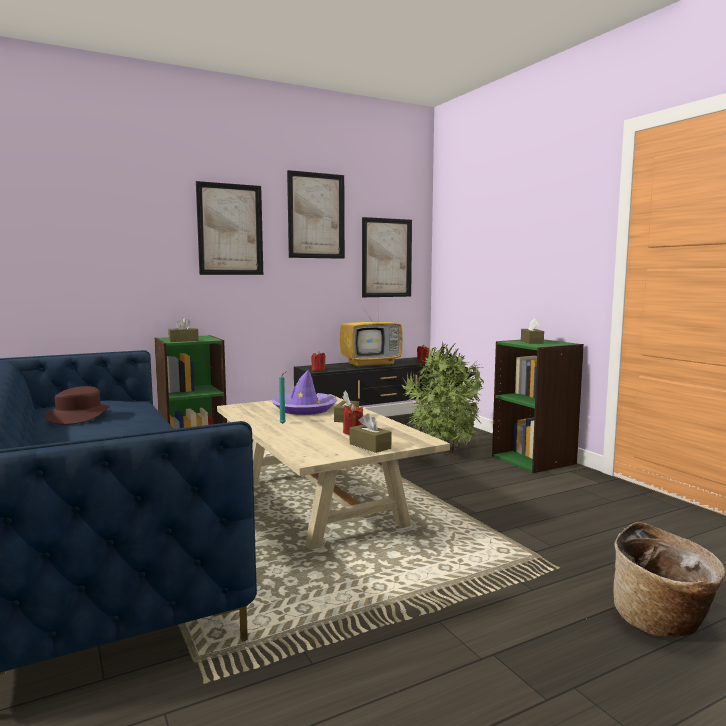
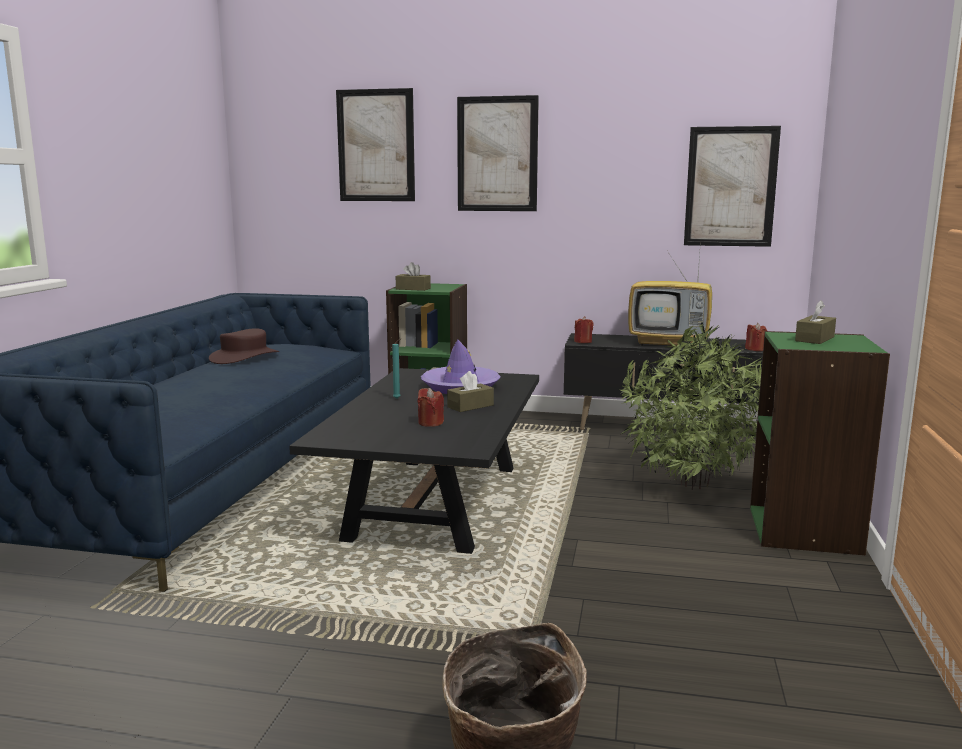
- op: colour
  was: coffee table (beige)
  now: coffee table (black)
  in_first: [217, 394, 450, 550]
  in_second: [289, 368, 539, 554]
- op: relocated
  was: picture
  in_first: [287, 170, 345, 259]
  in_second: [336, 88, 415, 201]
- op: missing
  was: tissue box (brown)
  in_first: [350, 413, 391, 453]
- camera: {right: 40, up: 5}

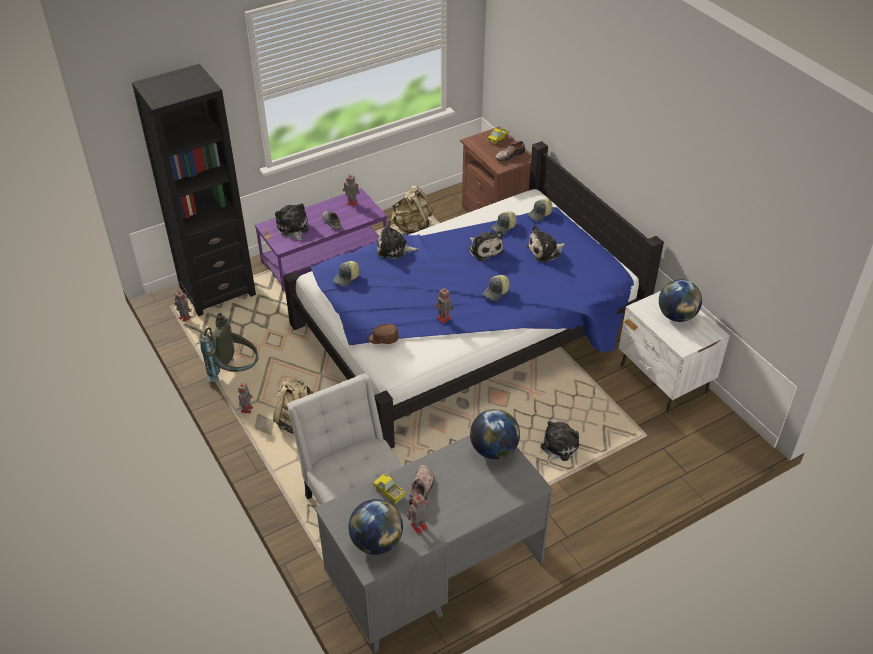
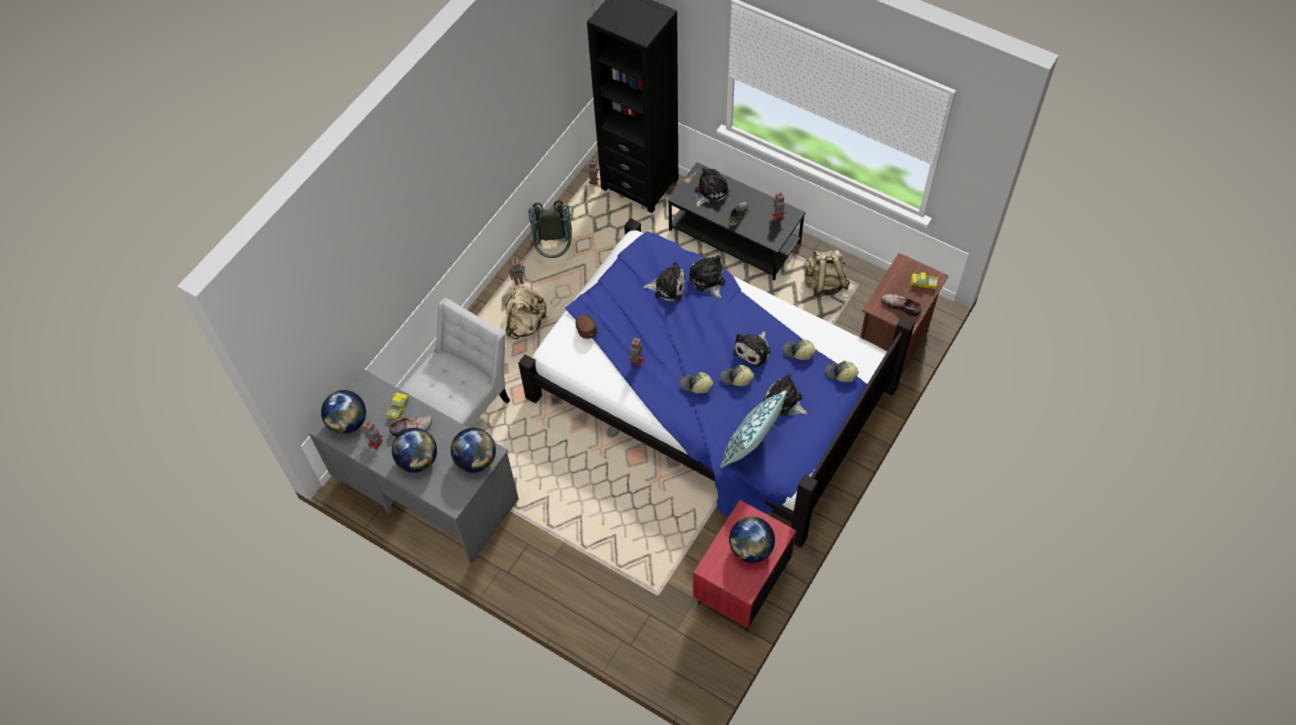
- op: colour
  was: coffee table (purple)
  now: coffee table (black)
  in_first: [255, 188, 387, 291]
  in_second: [668, 162, 806, 281]
- op: relocated
  was: cap
  in_first: [333, 261, 360, 286]
  in_second: [720, 365, 754, 386]
- op: relocated
  was: plush toy
  in_first: [541, 421, 579, 464]
  in_second: [643, 261, 686, 301]
- op: colour
  was: nightstand (white)
  now: nightstand (red)
  in_first: [619, 291, 730, 413]
  in_second: [693, 500, 796, 632]
- op: appeared
  now: globe
  in_second: [392, 428, 437, 473]
- op: appeared
  now: pillow
  in_second: [720, 390, 787, 468]
- camera: {right: 65, up: 15}

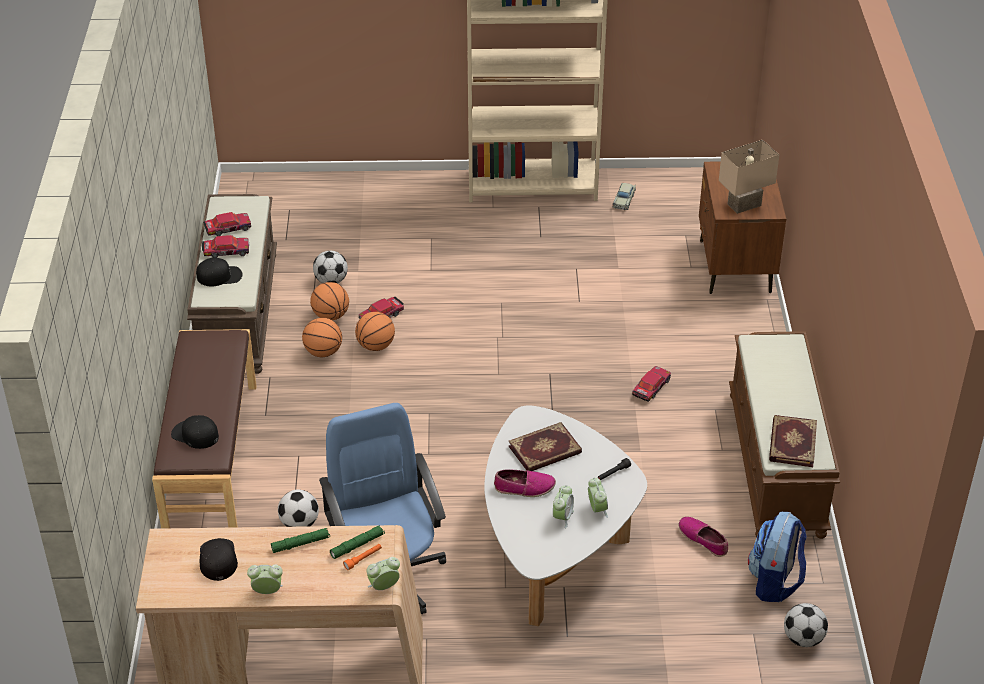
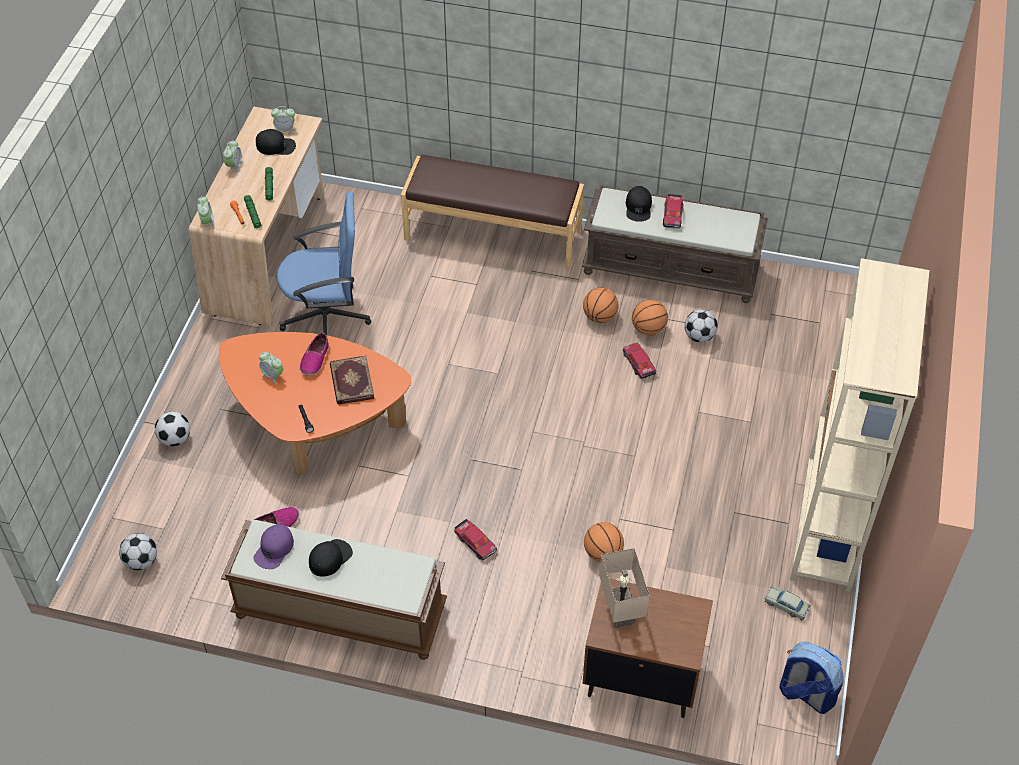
- op: relocated
  was: cap (black)
  in_first: [171, 415, 219, 449]
  in_second: [309, 539, 353, 577]
- op: missing
  was: toy car
  in_first: [203, 212, 251, 236]
- op: relocated
  was: football
  in_first: [278, 489, 319, 527]
  in_second: [155, 412, 190, 446]
- op: relocated
  was: basketball
  in_first: [355, 312, 395, 351]
  in_second: [584, 522, 624, 562]
- op: colour
  was: coffee table (white)
  now: coffee table (orange)
  in_first: [484, 405, 647, 626]
  in_second: [219, 332, 411, 474]
- op: relocated
  was: alarm clock
  in_first: [588, 478, 608, 518]
  in_second: [271, 106, 295, 134]
- op: relocated
  was: backpack
  in_first: [748, 512, 807, 602]
  in_second: [779, 642, 844, 714]
- op: exchanged
  was: book
  now: cap (purple)
  in_first: [769, 415, 817, 467]
  in_second: [253, 524, 294, 569]
- camera: {right: 105, up: 10}

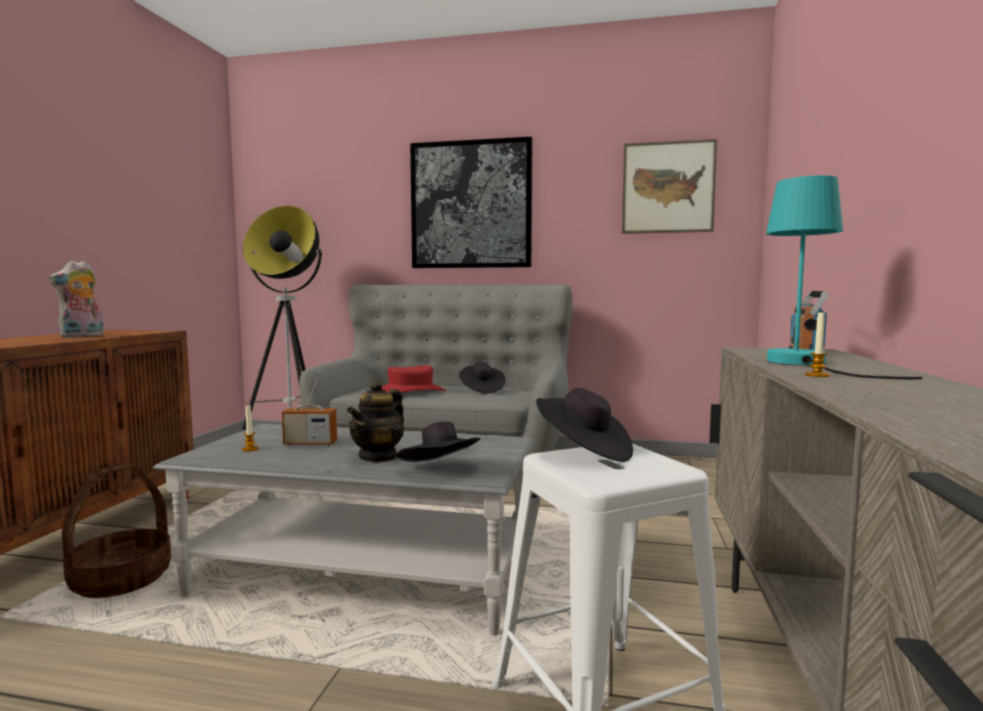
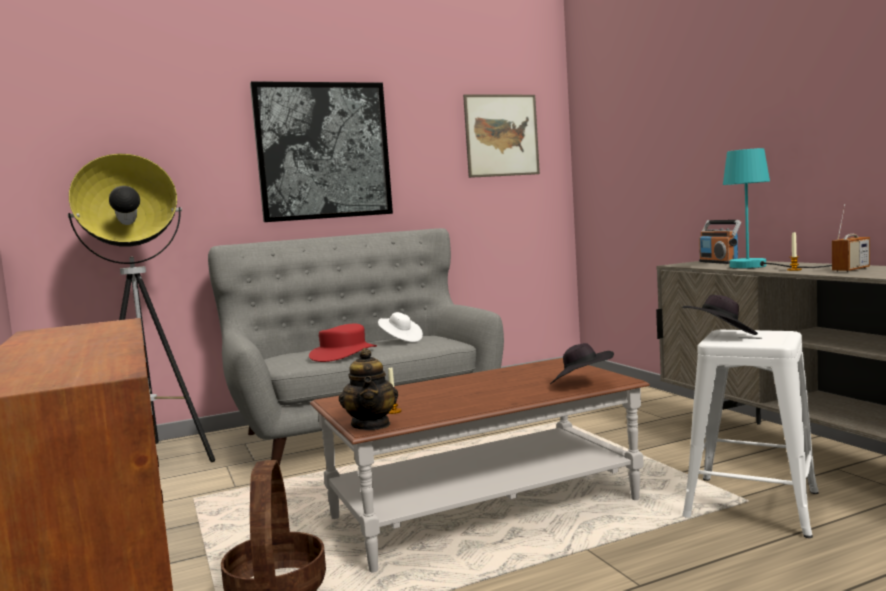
- op: missing
  was: plush toy
  in_first: [49, 261, 104, 338]
- op: colour
  was: coffee table (grey)
  now: coffee table (brown)
  in_first: [153, 424, 534, 636]
  in_second: [310, 358, 650, 572]
- op: relocated
  was: radio
  in_first: [282, 371, 337, 445]
  in_second: [832, 204, 870, 272]
- op: relocated
  was: teapot
  in_first: [347, 380, 404, 462]
  in_second: [339, 348, 398, 430]
- op: colour
  was: hat (black)
  now: hat (white)
  in_first: [459, 362, 506, 393]
  in_second: [378, 312, 423, 342]
- camera: {right: -35, up: 0}

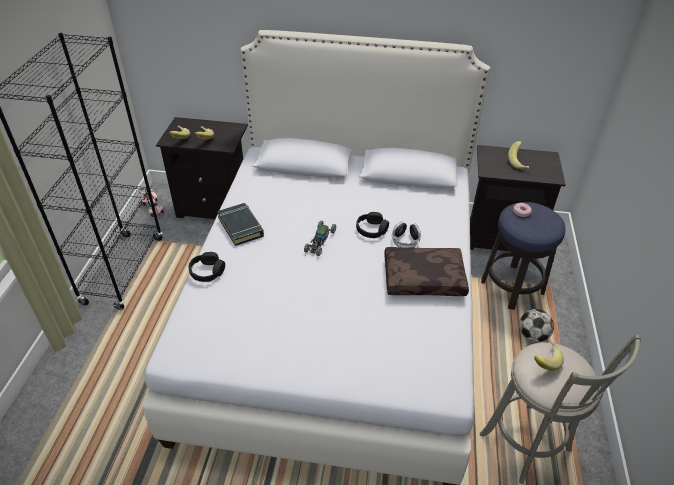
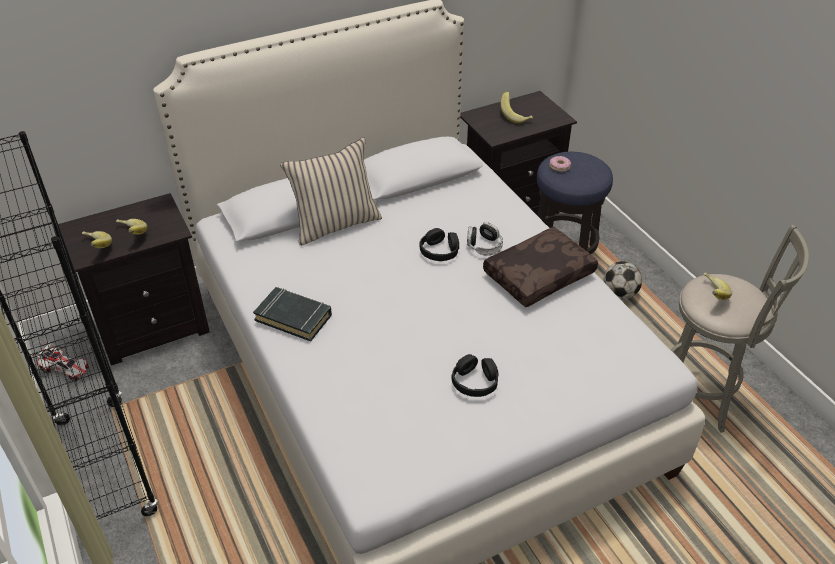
- op: relocated
  was: headphones (black)
  in_first: [188, 252, 225, 282]
  in_second: [451, 354, 498, 397]
- op: missing
  was: toy car
  in_first: [304, 221, 336, 256]
- op: appeared
  now: pillow (beige)
  in_second: [280, 138, 382, 246]
- camera: {right: -35, up: 0}

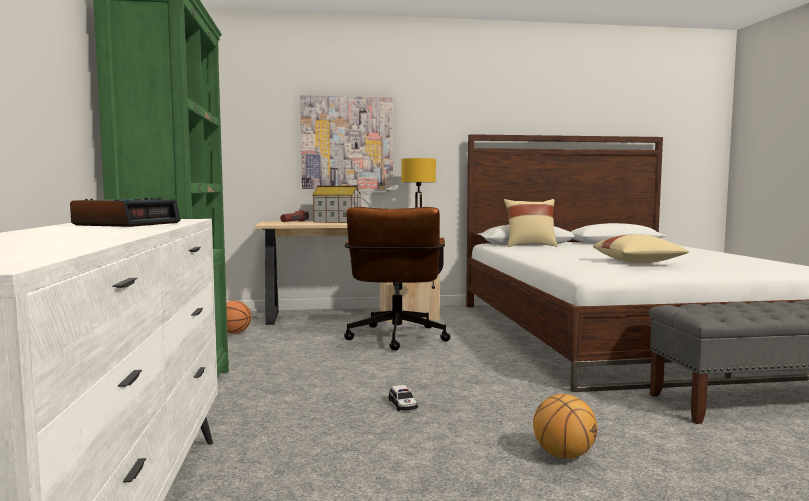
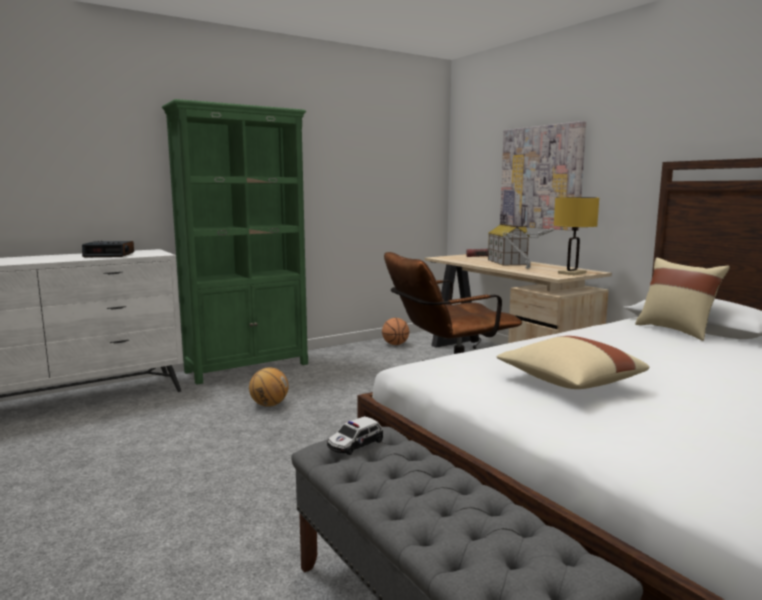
- op: relocated
  was: toy car
  in_first: [389, 385, 418, 411]
  in_second: [327, 416, 383, 455]
- op: relocated
  was: basketball
  in_first: [533, 394, 598, 459]
  in_second: [249, 368, 288, 407]
- camera: {right: 65, up: 5}

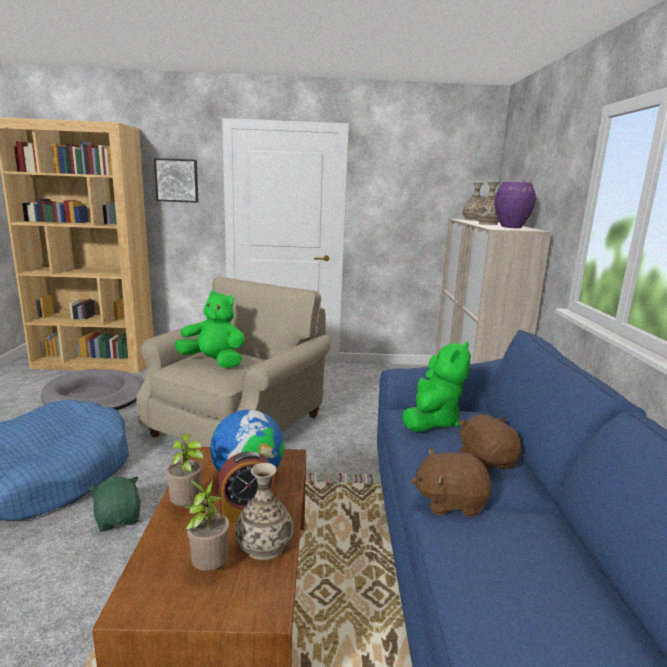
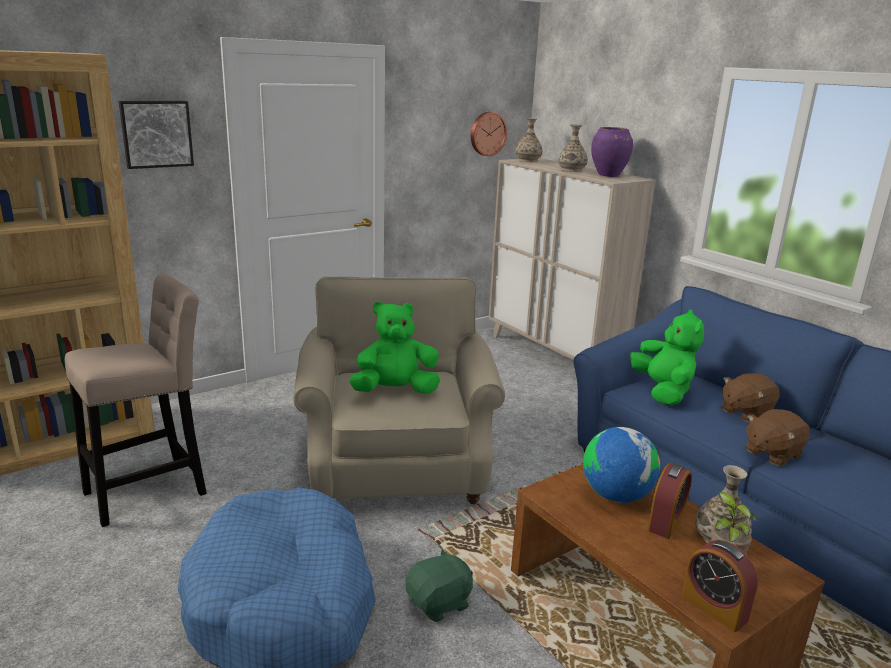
- op: exchanged
  was: dog bed (grey)
  now: stool (beige)
  in_first: [41, 369, 142, 410]
  in_second: [65, 273, 207, 527]
- op: spun
  was: plush toy (green)
  in_first: [89, 476, 141, 532]
  in_second: [406, 548, 473, 622]
  clockwise: 120
- op: missing
  was: potted plant
  in_first: [166, 434, 204, 513]
- op: spun
  was: plush toy (brown)
  in_first: [459, 414, 522, 470]
  in_second: [722, 373, 780, 423]
  clockwise: -75
- op: appeared
  now: wall clock
  in_second: [471, 112, 507, 156]
- op: appeared
  now: alarm clock
  in_second: [681, 540, 758, 632]
- camera: {right: -35, up: 5}

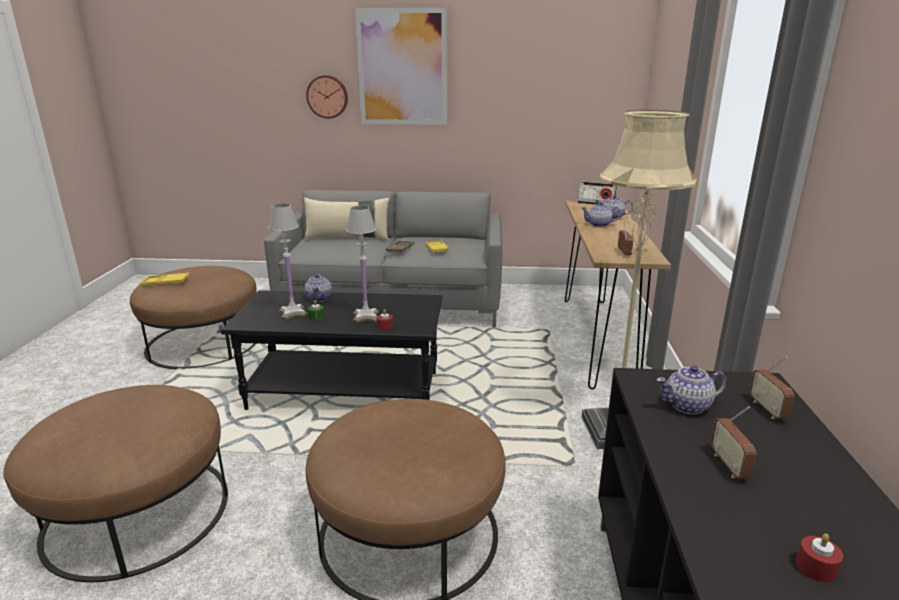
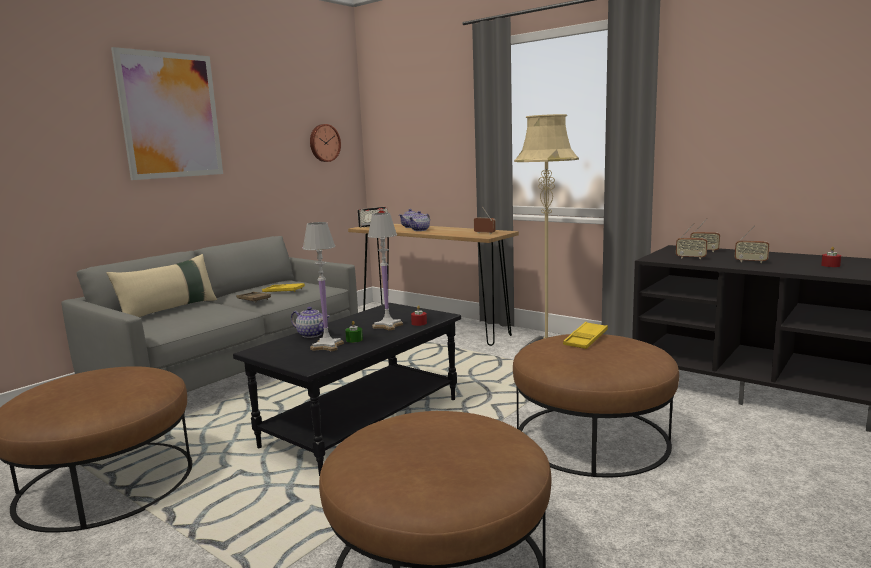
- op: relocated
  was: tray (yellow)
  in_first: [140, 273, 190, 286]
  in_second: [563, 322, 608, 349]
- op: relocated
  was: wall clock
  in_first: [306, 75, 348, 119]
  in_second: [310, 124, 341, 162]
- op: exchanged
  was: teapot
  now: radio
  in_first: [657, 365, 727, 414]
  in_second: [676, 223, 708, 259]
- camera: {right: -55, up: -10}

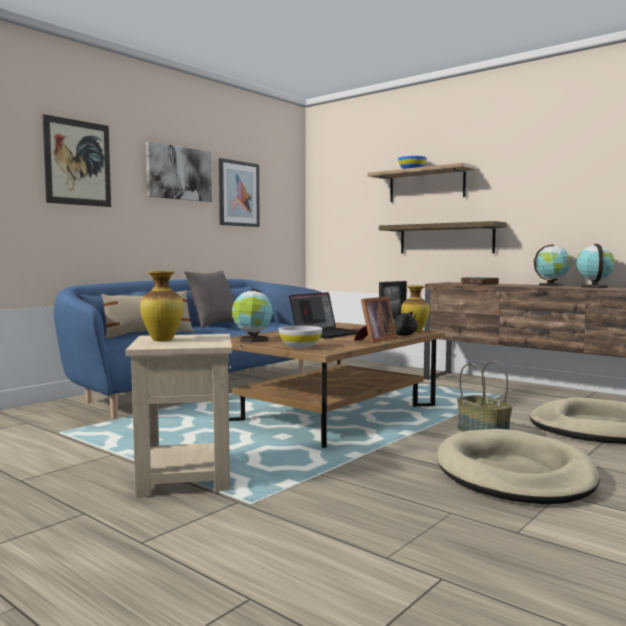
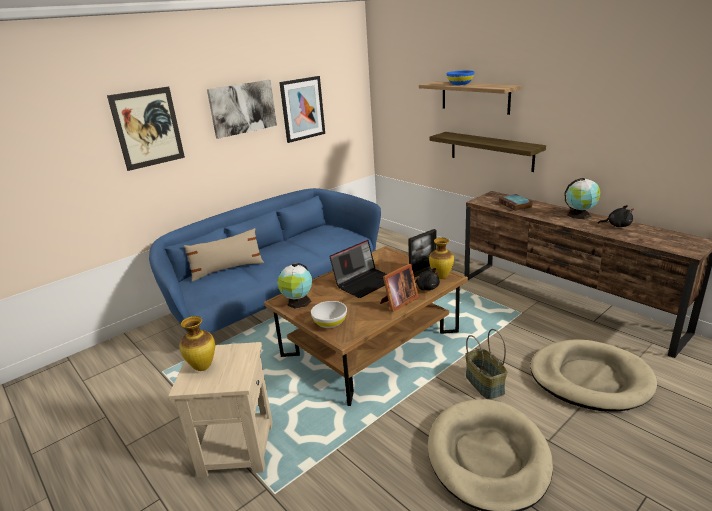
- op: missing
  was: pillow (grey)
  in_first: [184, 271, 234, 329]
- op: exchanged
  was: globe
  now: plush toy (black)
  in_first: [576, 244, 615, 288]
  in_second: [597, 205, 633, 227]
- camera: {right: 10, up: 20}

